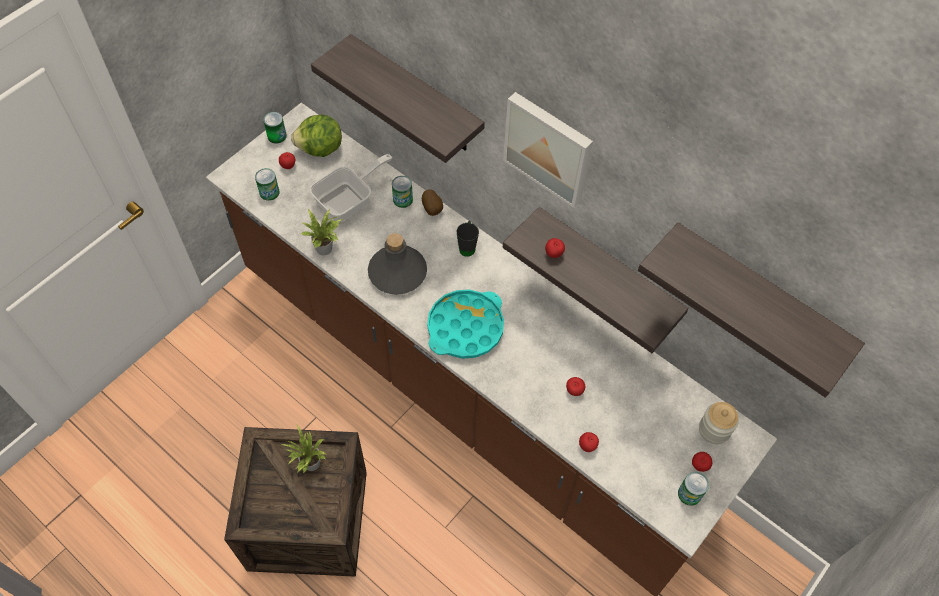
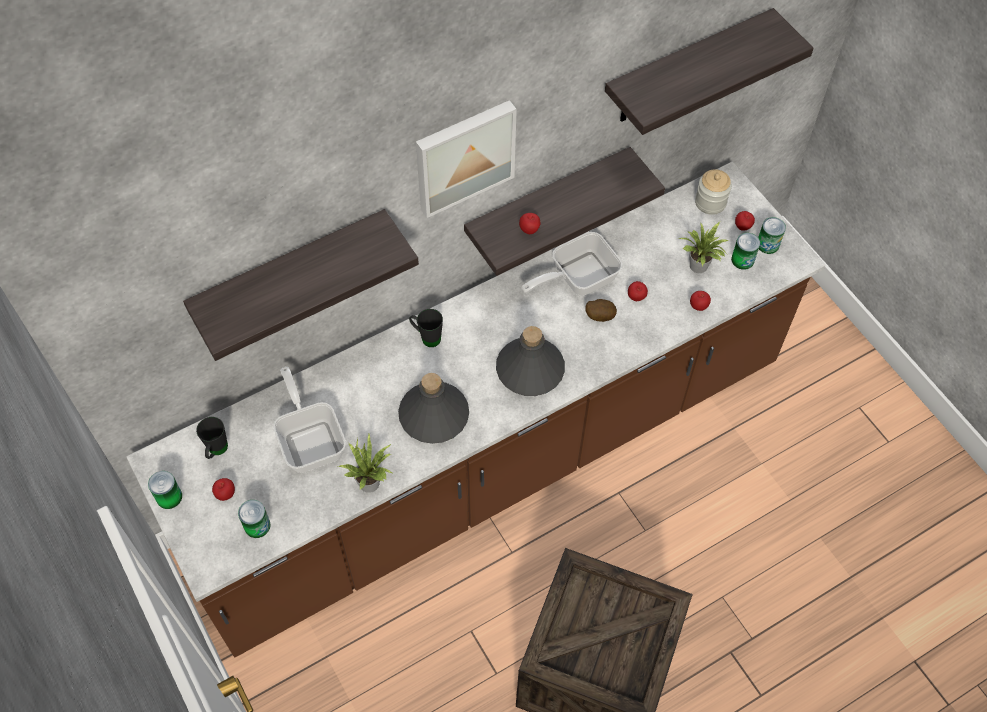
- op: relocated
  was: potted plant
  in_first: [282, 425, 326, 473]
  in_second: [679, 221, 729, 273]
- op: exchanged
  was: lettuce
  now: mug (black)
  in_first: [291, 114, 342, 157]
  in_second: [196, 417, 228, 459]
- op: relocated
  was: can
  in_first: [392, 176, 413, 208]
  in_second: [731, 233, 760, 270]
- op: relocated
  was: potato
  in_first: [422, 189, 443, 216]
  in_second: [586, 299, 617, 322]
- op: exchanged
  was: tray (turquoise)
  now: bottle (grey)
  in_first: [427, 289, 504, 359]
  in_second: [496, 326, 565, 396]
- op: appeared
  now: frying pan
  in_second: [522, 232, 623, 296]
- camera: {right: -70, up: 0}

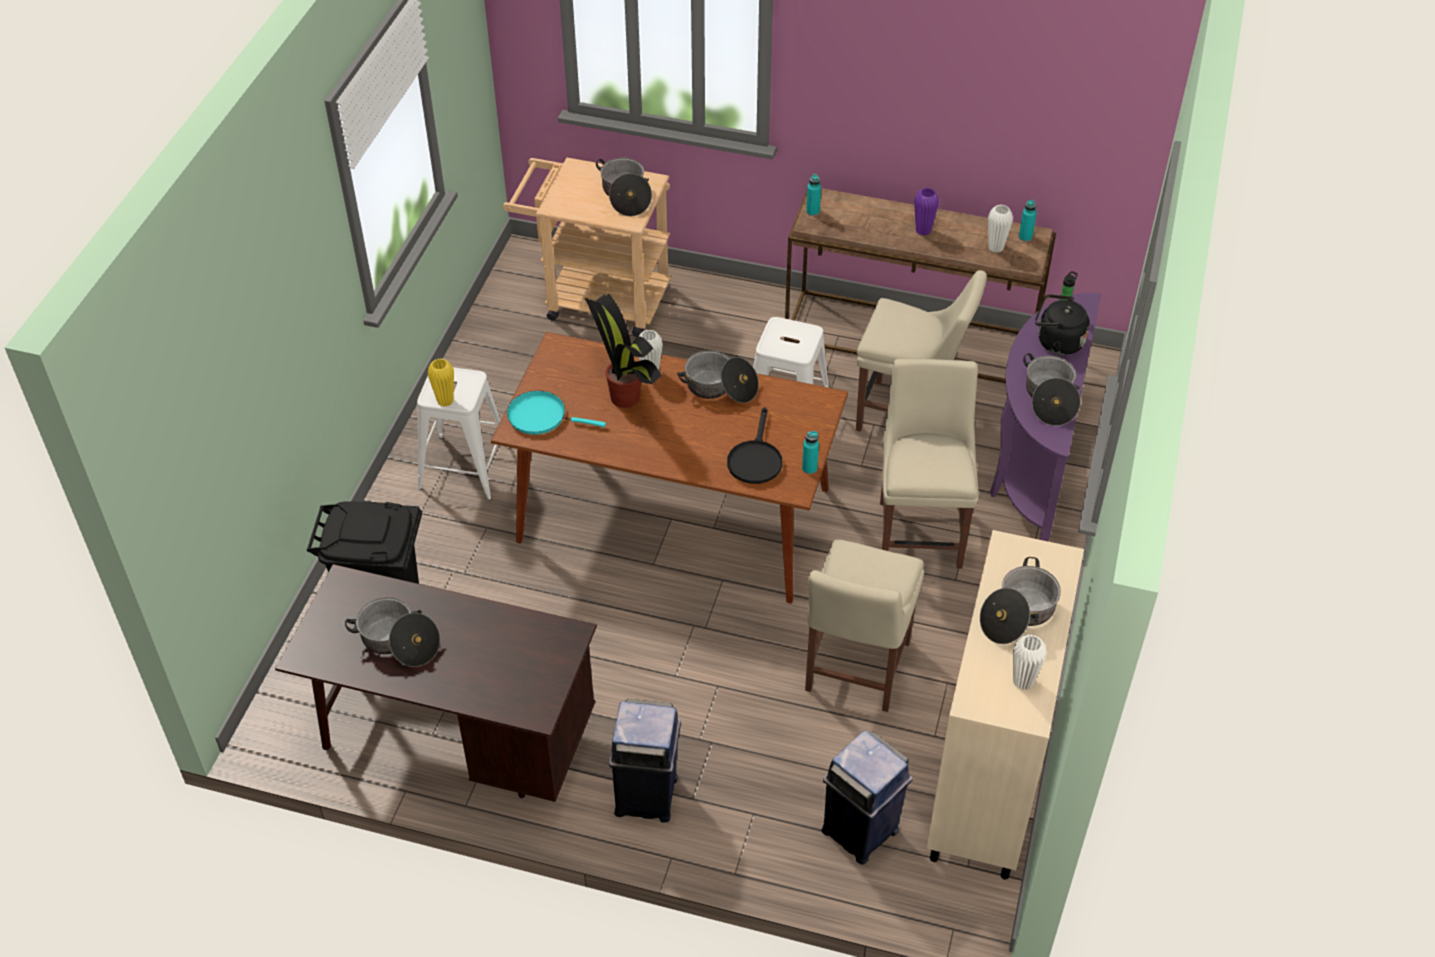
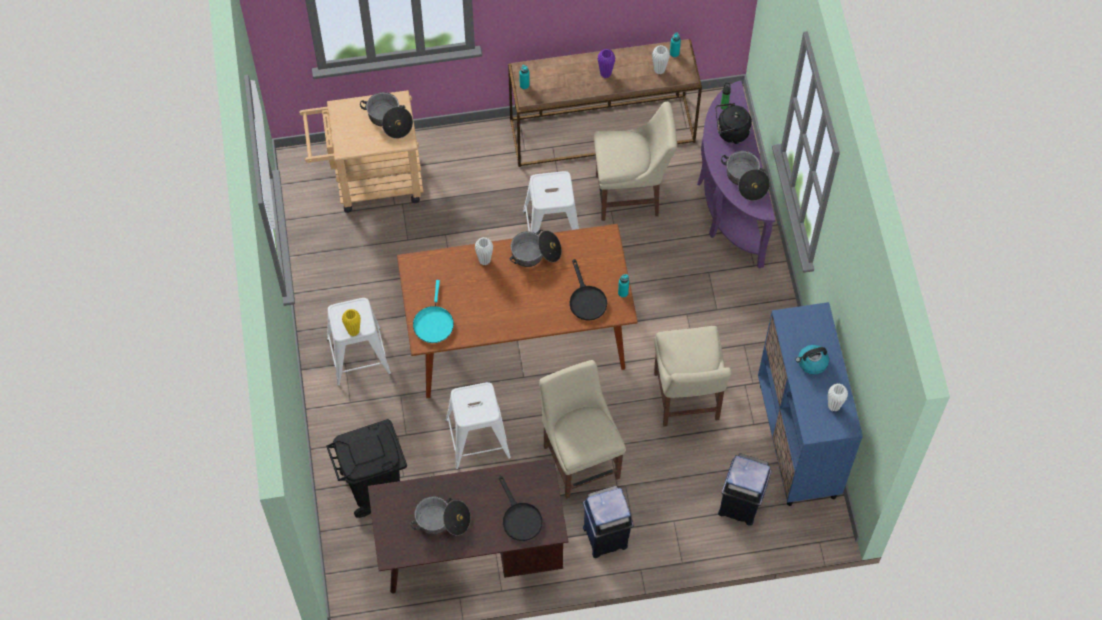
- op: spun
  was: frying pan (turquoise)
  in_first: [507, 391, 606, 435]
  in_second: [413, 280, 454, 343]
  clockwise: -75
- op: missing
  was: potted plant
  in_first: [585, 294, 662, 408]
- op: relocated
  was: chair (beige)
  in_first: [880, 359, 978, 569]
  in_second: [539, 360, 626, 499]
- op: colour
  was: cabinet (beige)
  now: cabinet (blue)
  in_first: [926, 530, 1084, 880]
  in_second: [758, 302, 863, 506]
- op: exchanged
  was: cooking pot
  now: kettle
  in_first: [980, 557, 1061, 644]
  in_second: [795, 345, 829, 375]
- op: appeared
  now: stool (white)
  in_second: [446, 382, 511, 469]
- op: appeared
  now: frying pan (black)
  in_second: [499, 475, 542, 541]
- camera: {right: -25, up: 15}

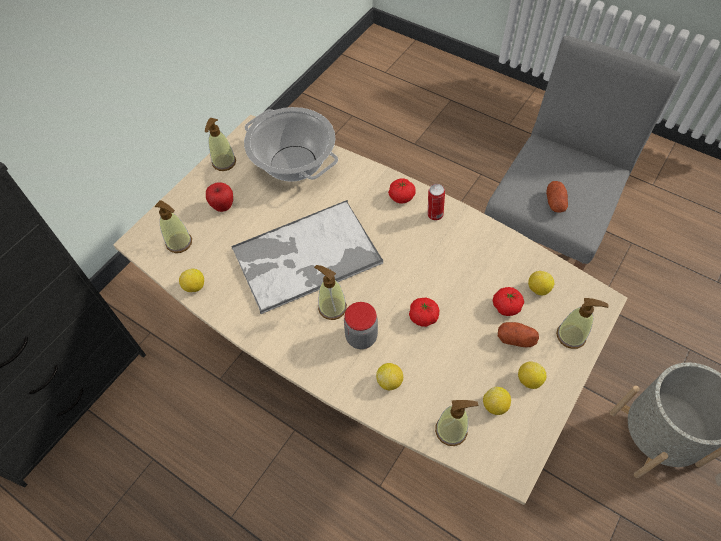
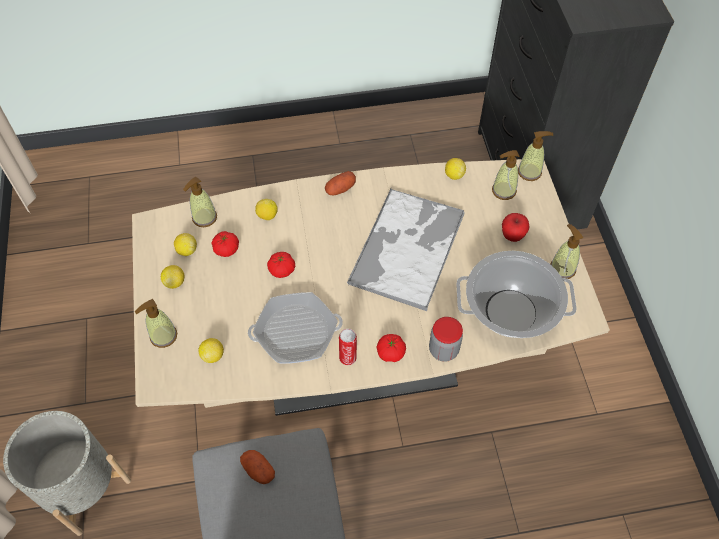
- op: relocated
  was: soap dispenser
  in_first: [314, 265, 347, 320]
  in_second: [518, 131, 553, 181]
- op: relocated
  was: jar
  in_first: [344, 302, 378, 349]
  in_second: [429, 317, 463, 362]
- op: relocated
  was: tomato
  in_first: [493, 287, 524, 316]
  in_second: [212, 231, 239, 257]
- op: relocated
  was: potato
  in_first: [498, 322, 539, 347]
  in_second: [325, 171, 356, 195]
- op: appeared
  now: frying pan
  in_second: [248, 292, 343, 364]
- camera: {right: 135, up: 0}

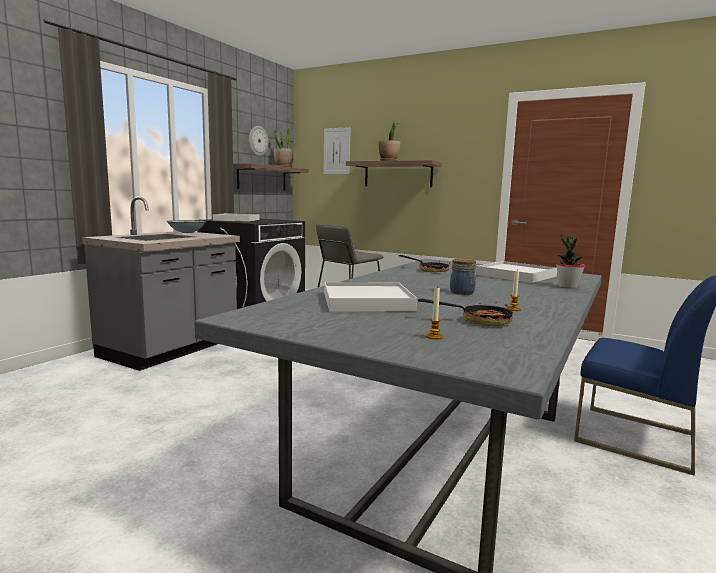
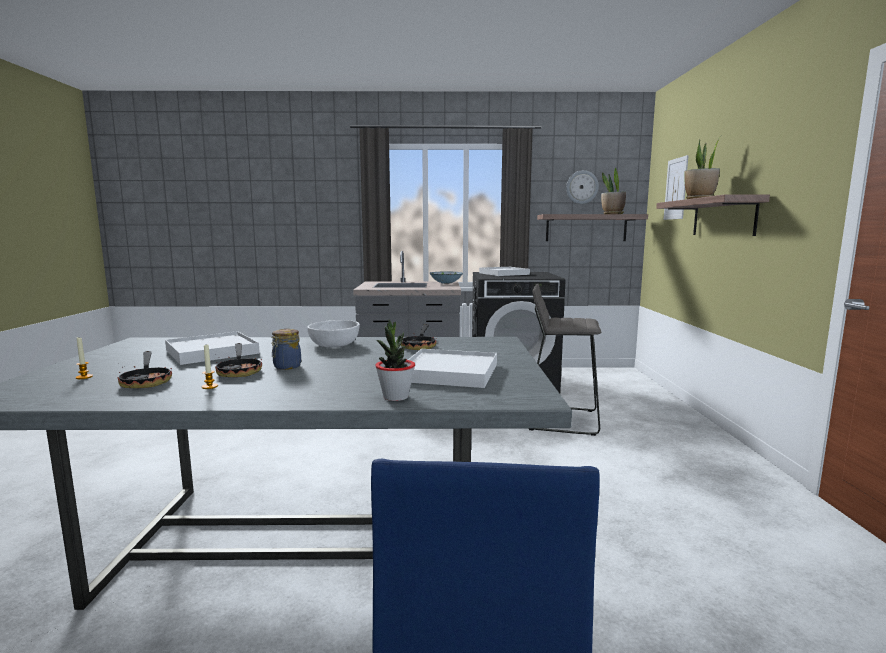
- op: appeared
  now: frying pan
  in_second: [215, 343, 262, 377]
- op: appeared
  now: bowl (white)
  in_second: [307, 320, 360, 347]
- camera: {right: 60, up: 0}

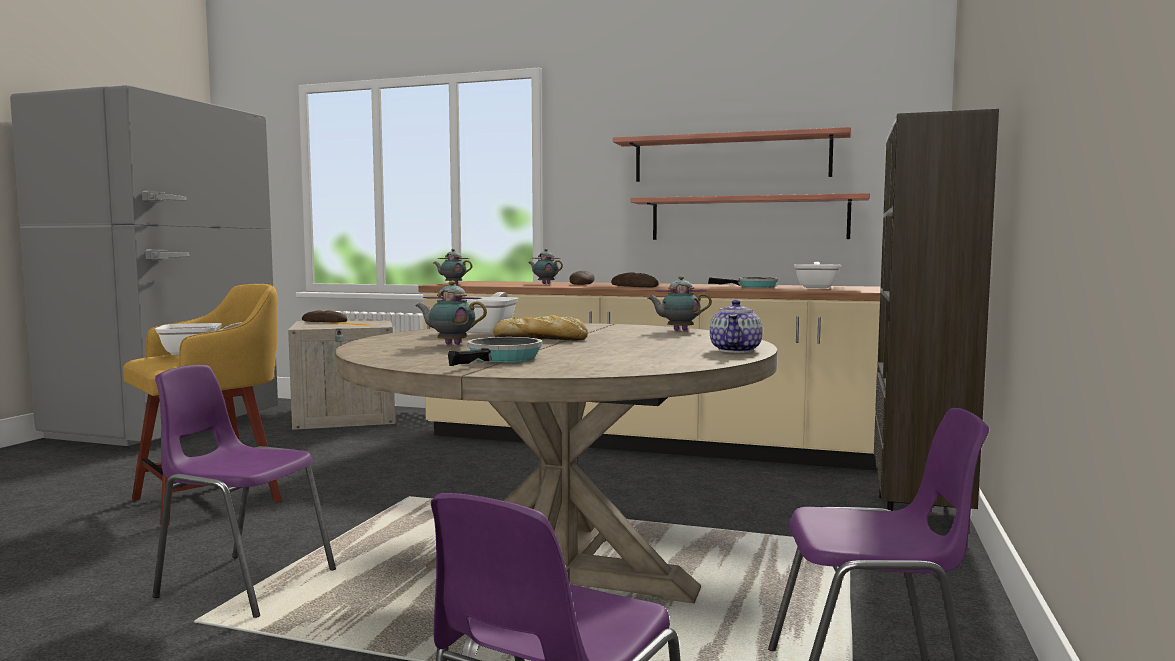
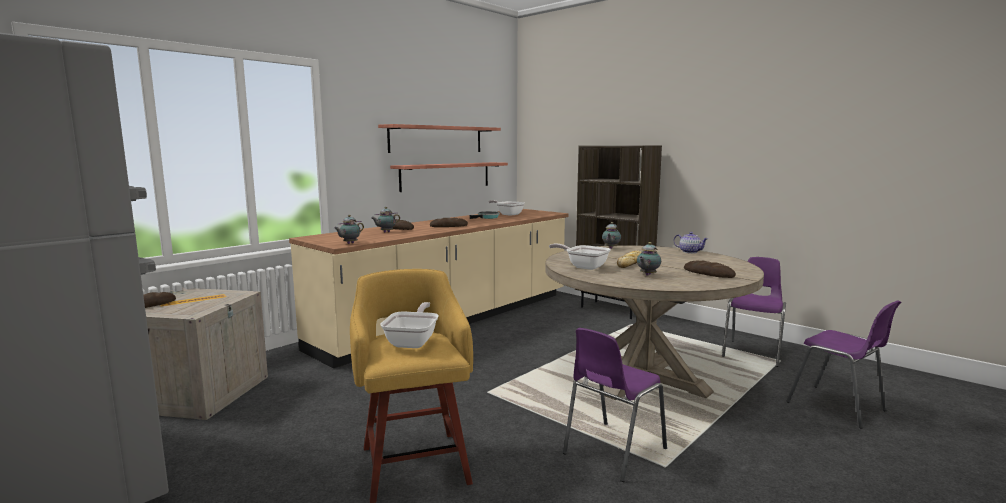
- op: exchanged
  was: frying pan
  now: bread
  in_first: [448, 337, 543, 366]
  in_second: [684, 261, 736, 278]
- camera: {right: -65, up: 5}

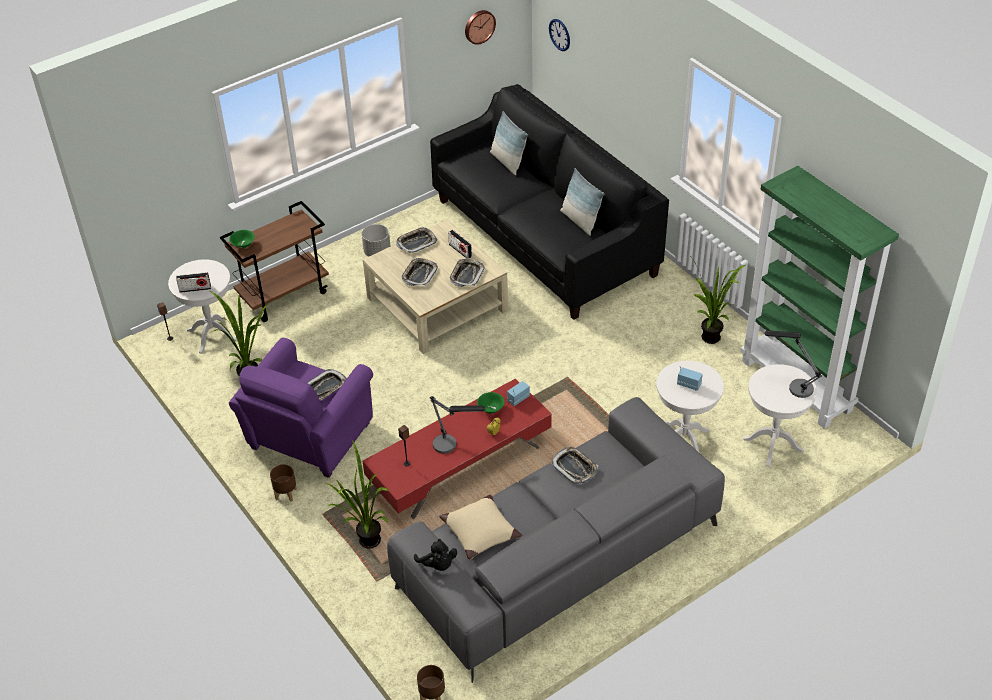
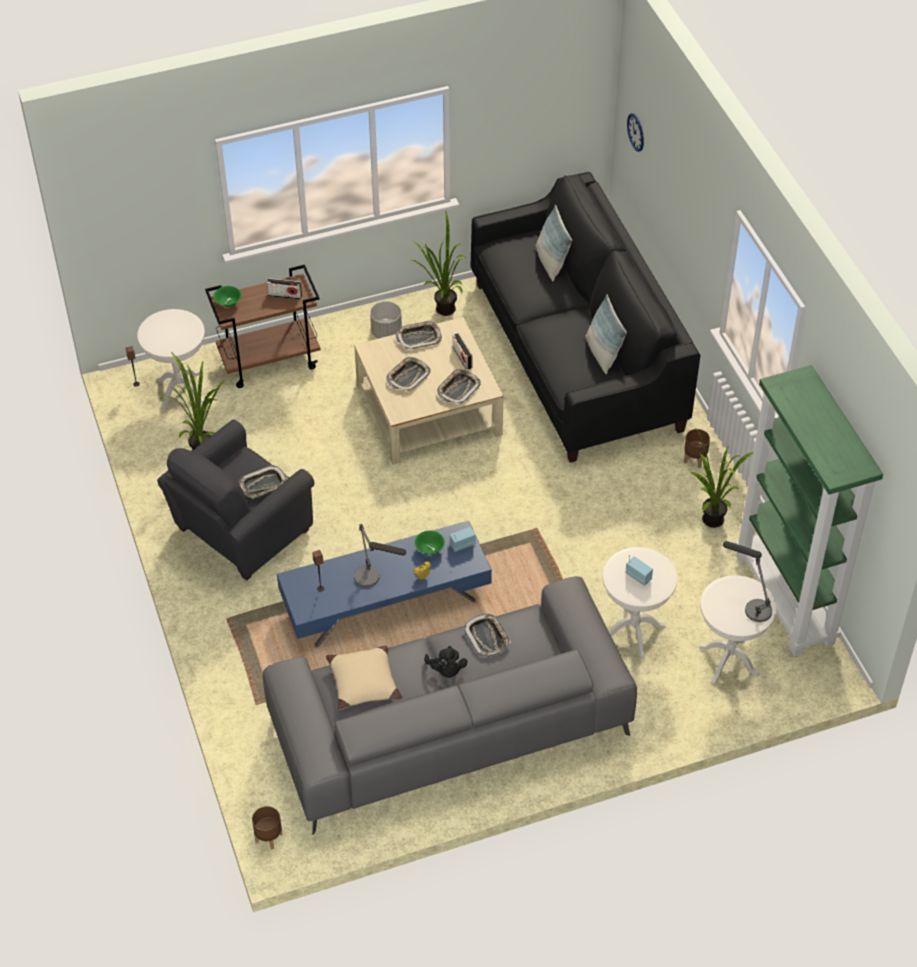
- op: relocated
  was: radio
  in_first: [176, 272, 211, 293]
  in_second: [267, 278, 302, 300]
- op: colour
  was: armchair (purple)
  now: armchair (grey)
  in_first: [229, 338, 373, 478]
  in_second: [157, 420, 314, 581]
- op: relocated
  was: planter (brown)
  in_first: [270, 464, 297, 502]
  in_second: [684, 429, 710, 468]
- op: relocated
  was: potted plant
  in_first: [325, 440, 389, 549]
  in_second: [411, 210, 466, 316]
- op: colour
  was: coffee table (red)
  now: coffee table (blue)
  in_first: [363, 379, 552, 519]
  in_second: [277, 521, 492, 648]
- op: relocated
  was: plush toy (black)
  in_first: [414, 539, 457, 571]
  in_second: [424, 646, 467, 678]
- op: missing
  was: wall clock
  in_first: [465, 10, 496, 45]
- camera: {right: 15, up: 5}

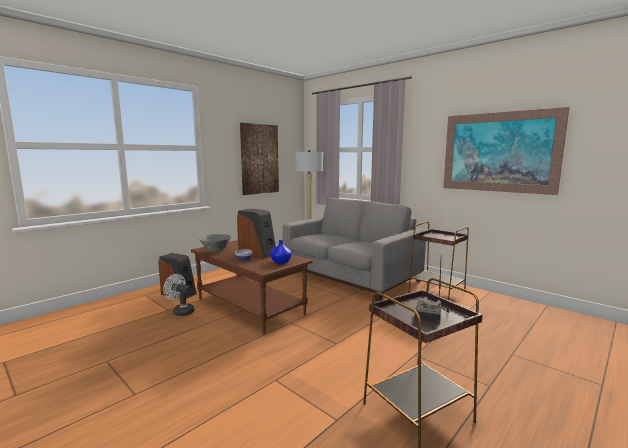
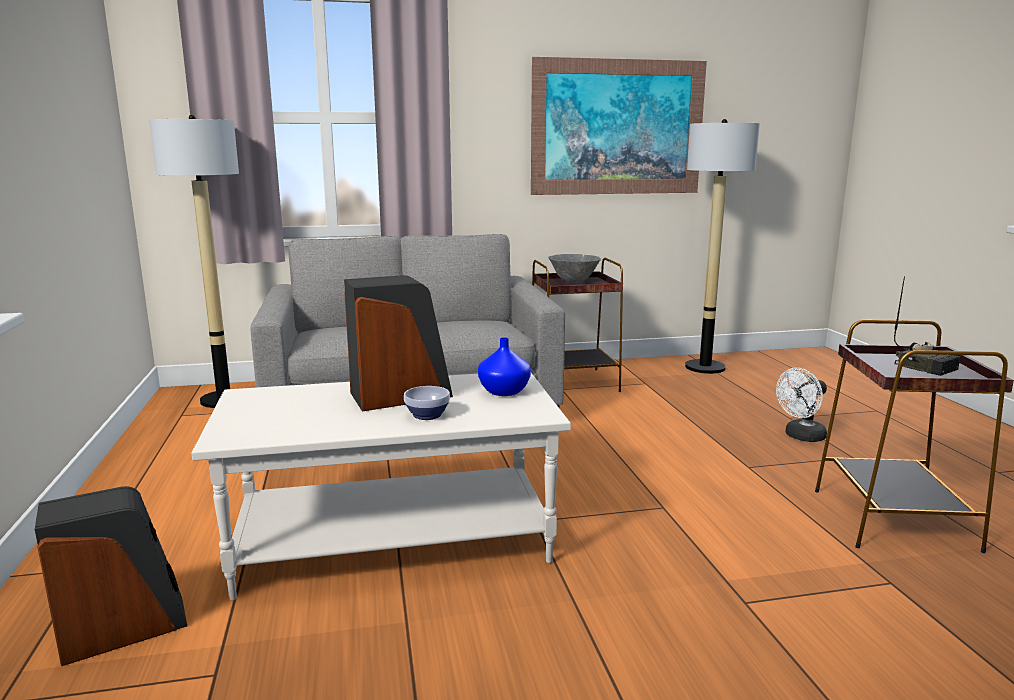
- op: relocated
  was: fan (white)
  in_first: [164, 274, 195, 316]
  in_second: [776, 368, 827, 442]
- op: colour
  was: coffee table (brown)
  now: coffee table (white)
  in_first: [191, 240, 313, 334]
  in_second: [191, 373, 571, 601]
- op: relocated
  was: bowl (grey)
  in_first: [199, 234, 231, 253]
  in_second: [548, 254, 601, 282]
- op: missing
  was: picture
  in_first: [240, 123, 279, 195]
- op: appeared
  now: floor lamp
  in_second: [685, 119, 760, 374]
- camera: {right: -55, up: 5}

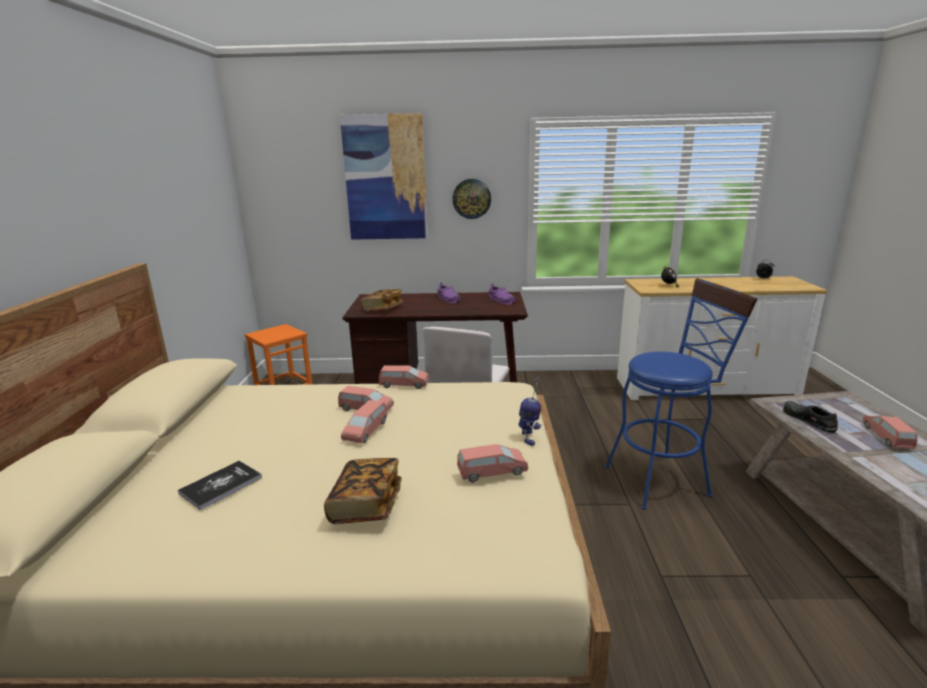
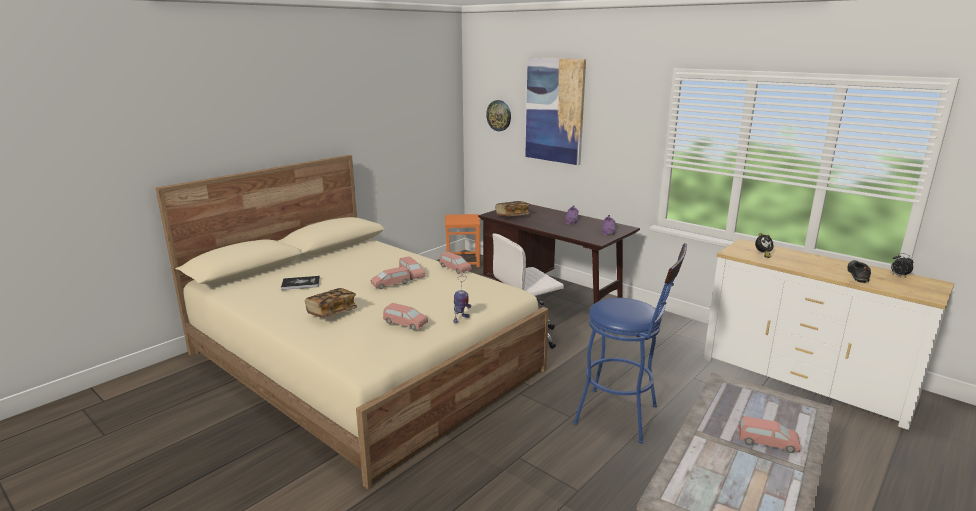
- op: relocated
  was: wall clock
  in_first: [452, 179, 491, 219]
  in_second: [486, 100, 511, 131]
- op: relocated
  was: shoe (black)
  in_first: [783, 401, 838, 433]
  in_second: [848, 260, 871, 283]
- op: spun
  was: toy car (pink)
  in_first: [862, 415, 918, 449]
  in_second: [738, 416, 801, 453]
  clockwise: 60
- camera: {right: 40, up: 0}

